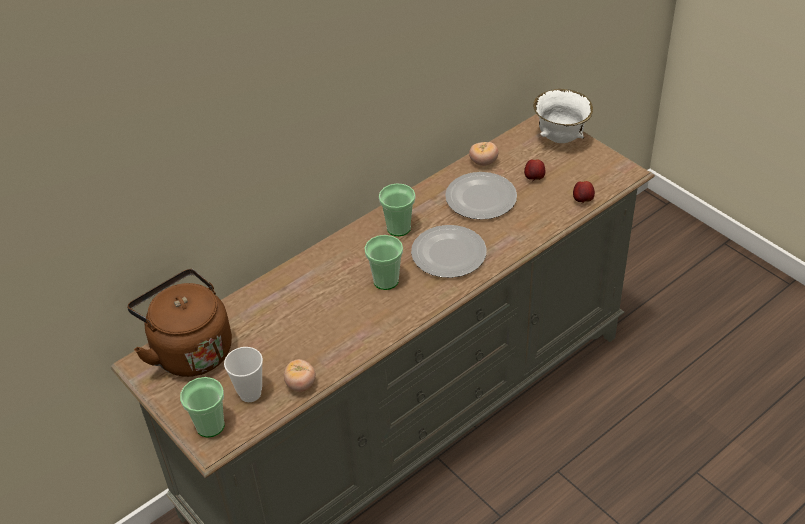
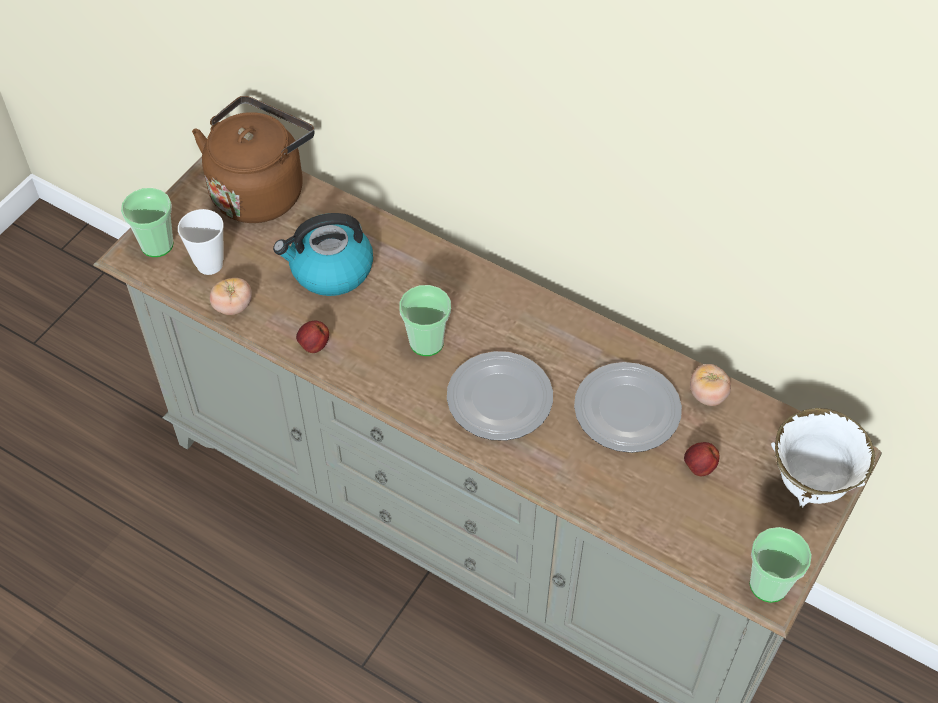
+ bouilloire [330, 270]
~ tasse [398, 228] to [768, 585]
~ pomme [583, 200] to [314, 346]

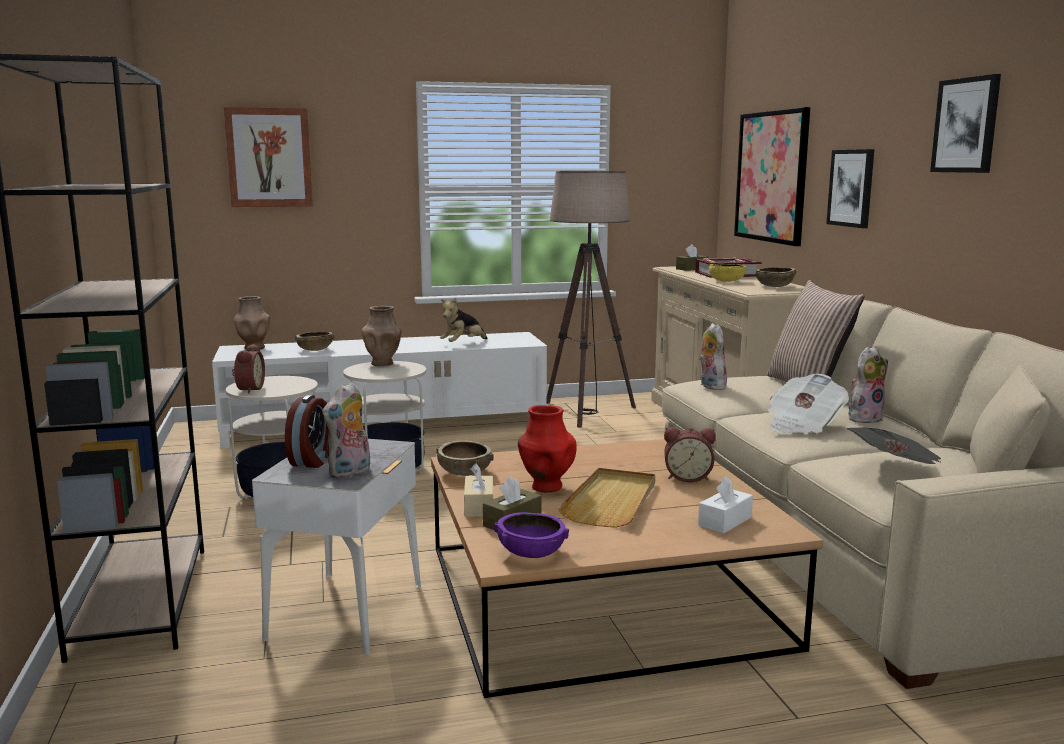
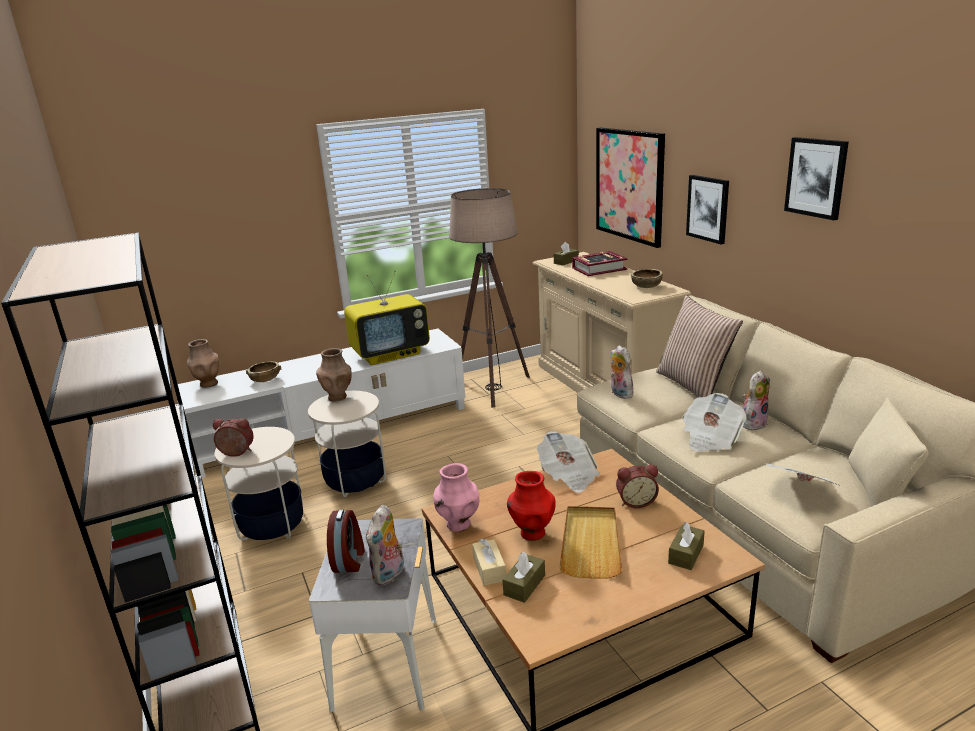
- tableau [269, 158]
- bol [violet] [531, 553]
- bol [jaune] [726, 281]
+ journal [568, 475]
~ bol [marron] [464, 472] to vase [rose] [458, 525]
~ peluche [463, 344] to téléviseur [391, 354]
~ boîte à mouchoirs [blanc] [725, 521] to boîte à mouchoirs [marron] [686, 554]
~ réveil [248, 389] = [236, 453] 75 degrees counterclockwise

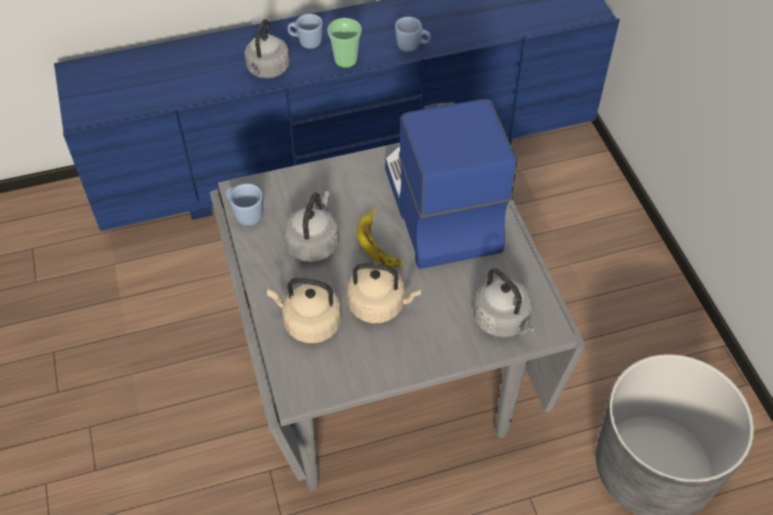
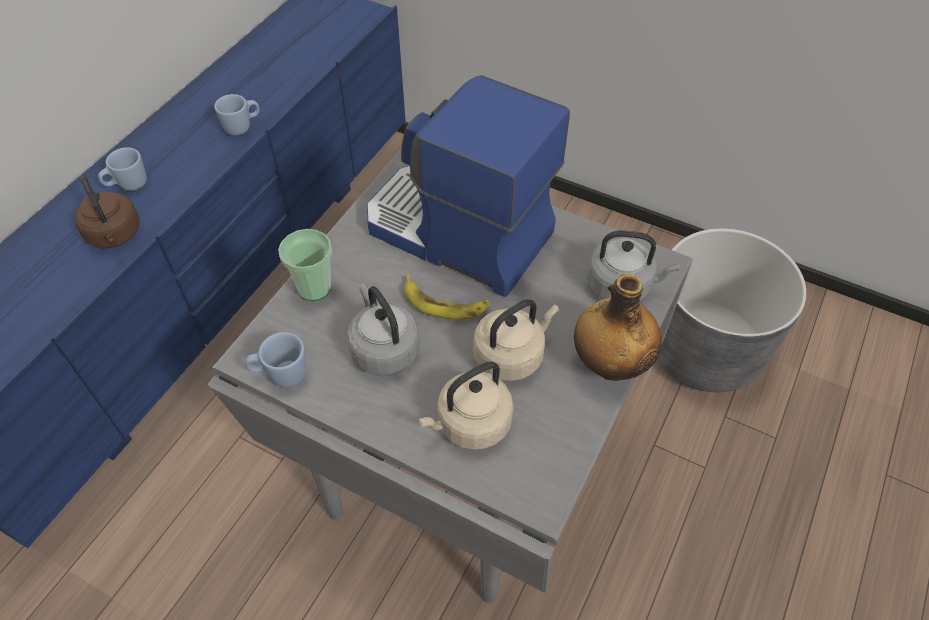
+ bouteille [610, 364]
~ tasse [345, 60] to [314, 288]
~ bouilloire [gris] [267, 70] to bouilloire [marron] [115, 235]

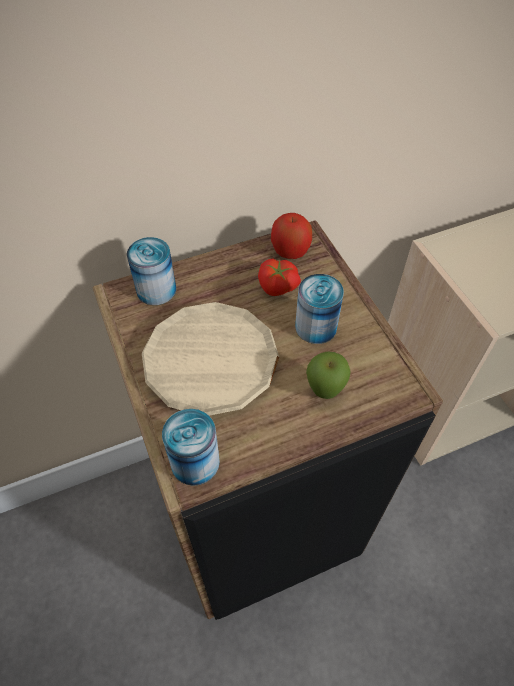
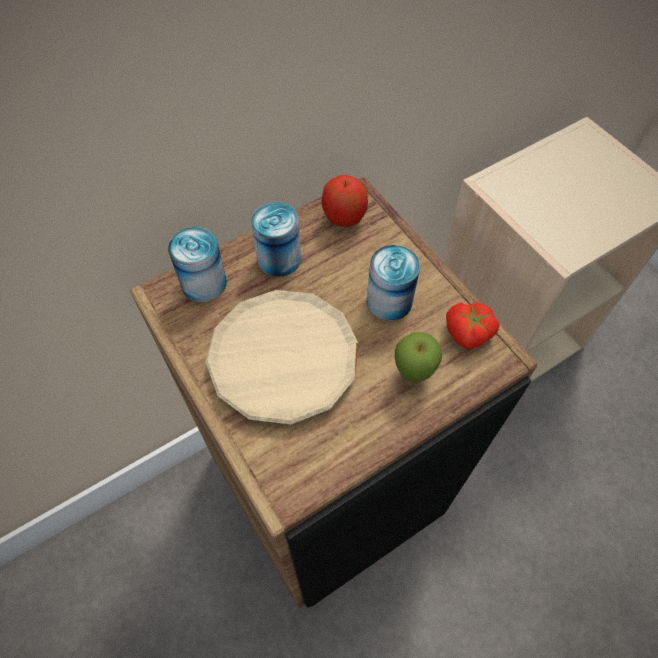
~ boîte métallique [195, 462] to [279, 259]
~ tomate [277, 287] to [468, 334]

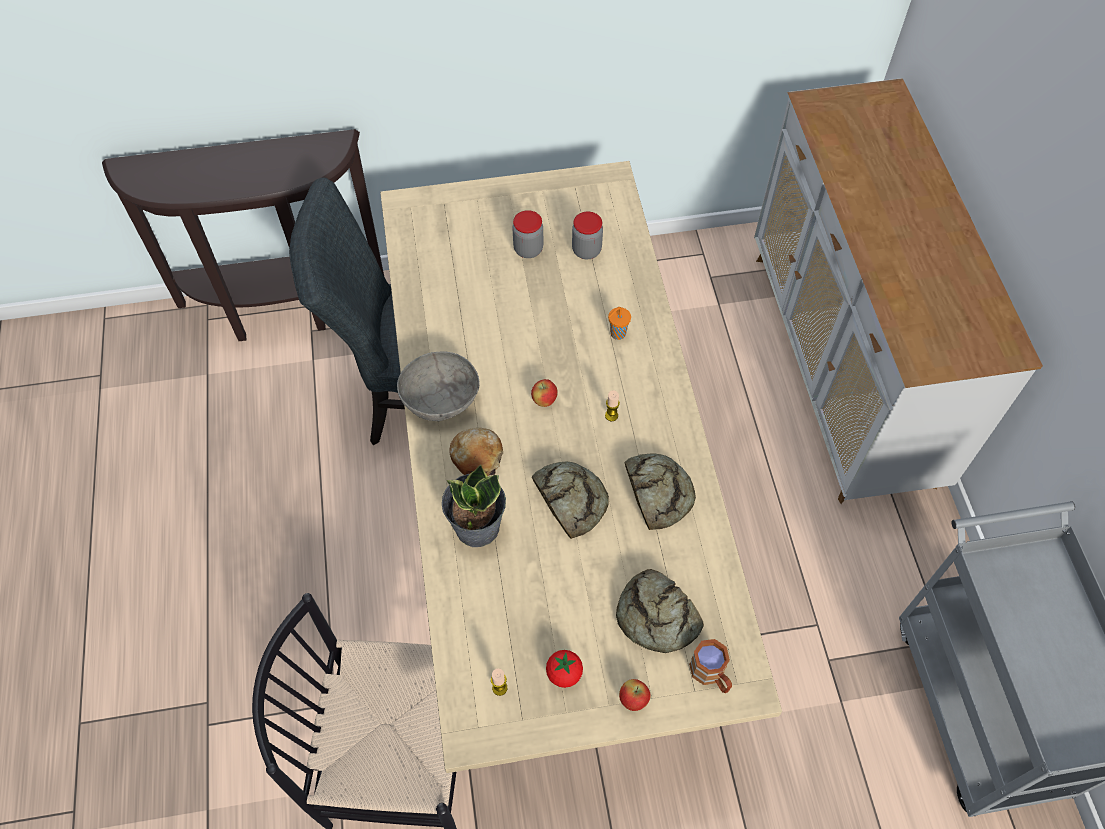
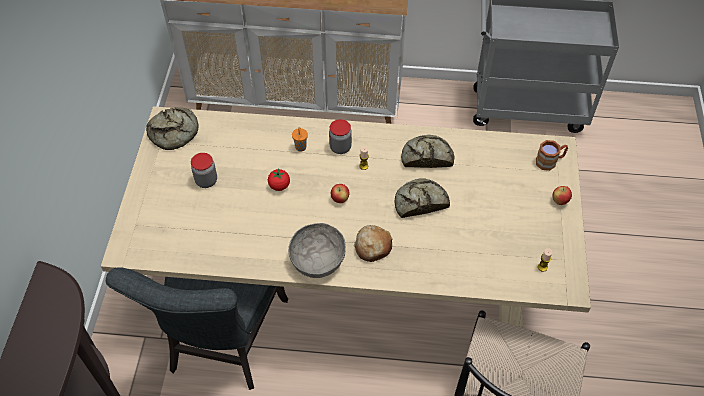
- plante en pot [476, 526]
~ tomate [564, 673] to [279, 186]
~ bocal [586, 250] to [340, 147]
~ pain [656, 617] to [175, 133]

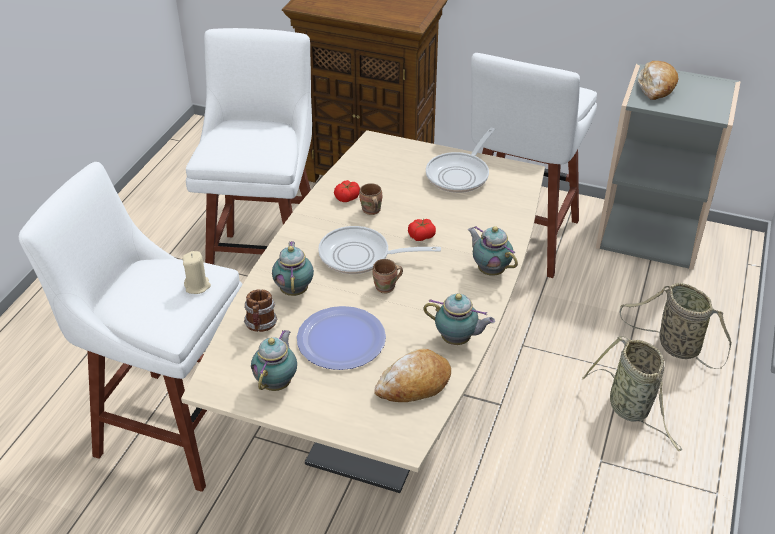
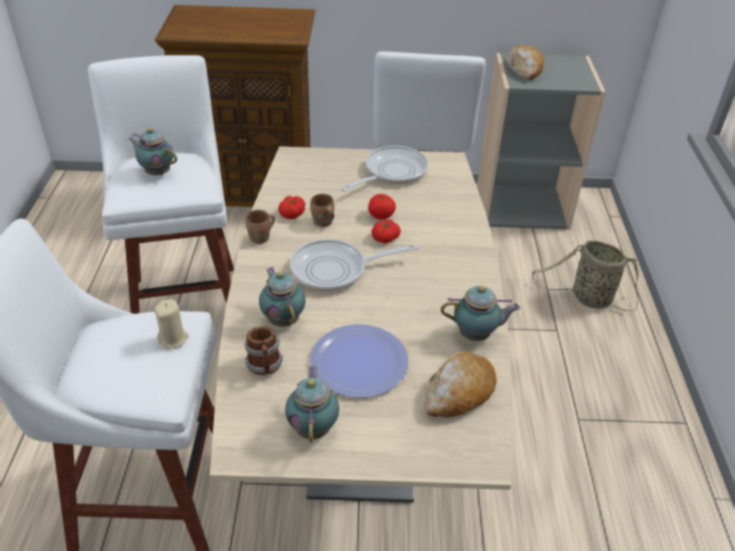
- panier [631, 409]
+ tomate [381, 216]
~ mug [marron] [386, 288] to [261, 238]
~ théière [490, 270] to [157, 172]
~ poêle [460, 174] = [391, 172] 150 degrees counterclockwise

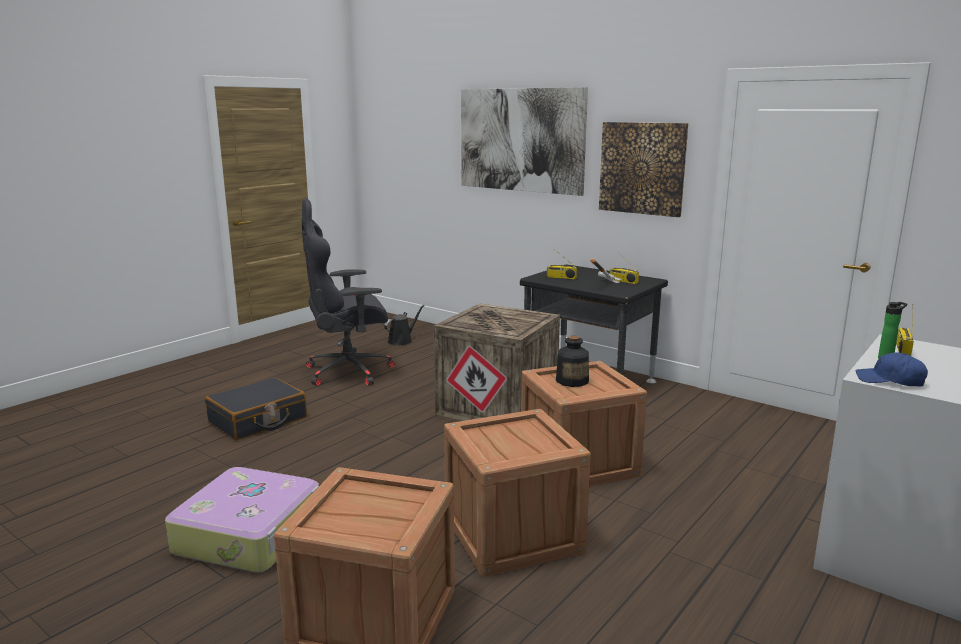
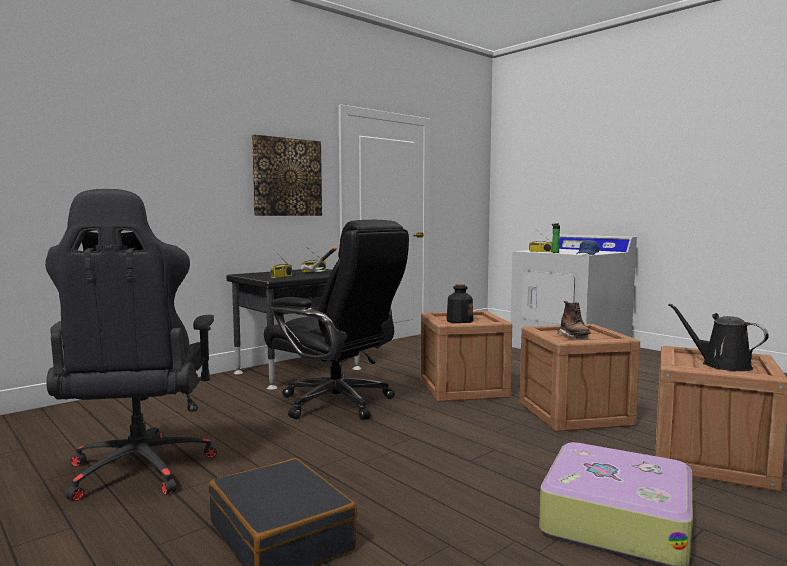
- tableau [521, 140]
+ botte [marron] [574, 337]
~ arrosoir [noir] [402, 341] to [721, 365]
~ caisse [495, 407] to chaise de bureau [noir] [336, 403]

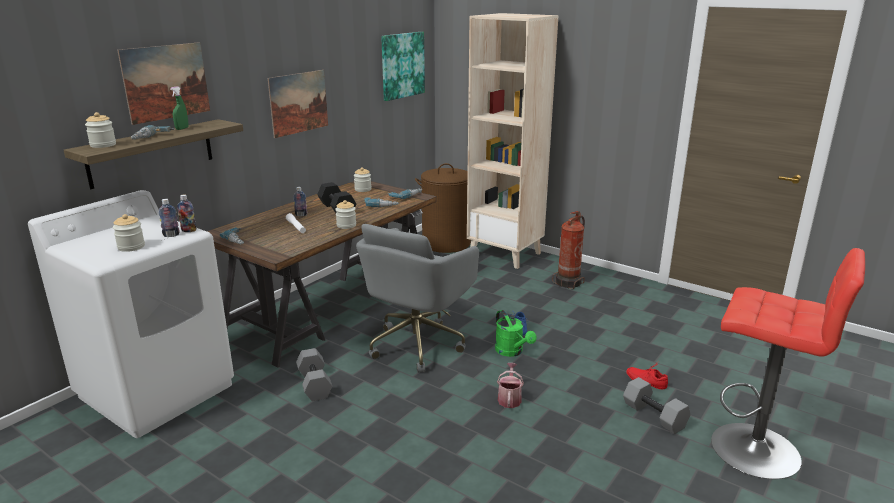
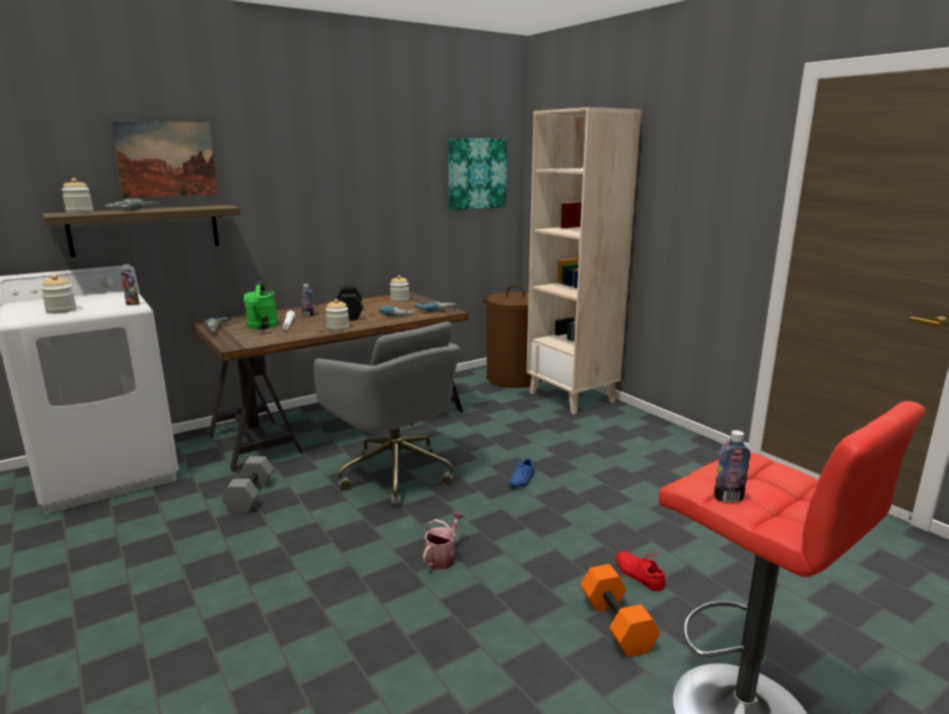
- vaporisateur [vert] [182, 128]
- tableau [298, 103]
- extincteur [569, 282]
~ bouteille [171, 235] to [728, 498]
~ arrosoir [vert] [512, 352] to [262, 327]
~ haltère [gris] [655, 415] to haltère [orange] [618, 624]
~ chaise de bureau [gris] [418, 344] = [393, 475] 90 degrees counterclockwise

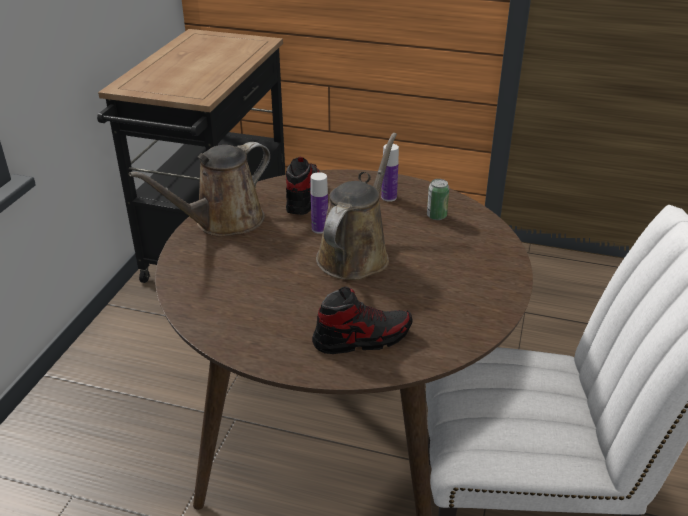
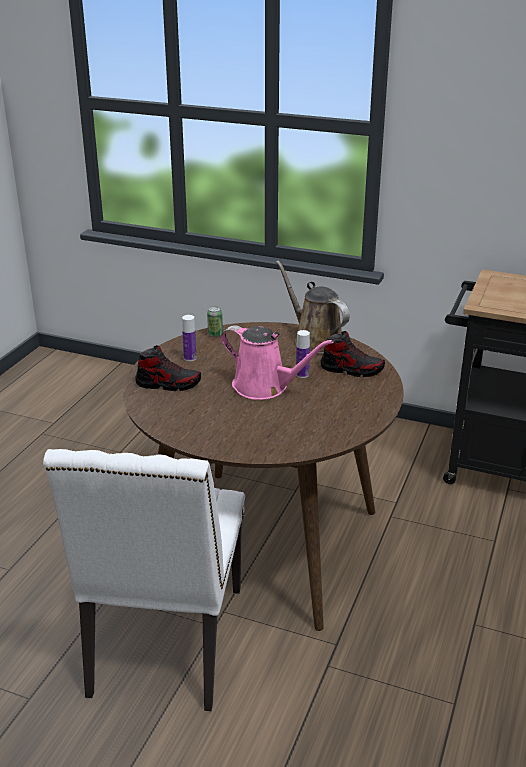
~ bouteille [389, 197] to [190, 358]
~ boîte métallique [436, 216] to [215, 334]
~ arrosoir [marron] [356, 254] to arrosoir [rose] [265, 387]
~ chaussure [362, 338] = [168, 384] 75 degrees counterclockwise

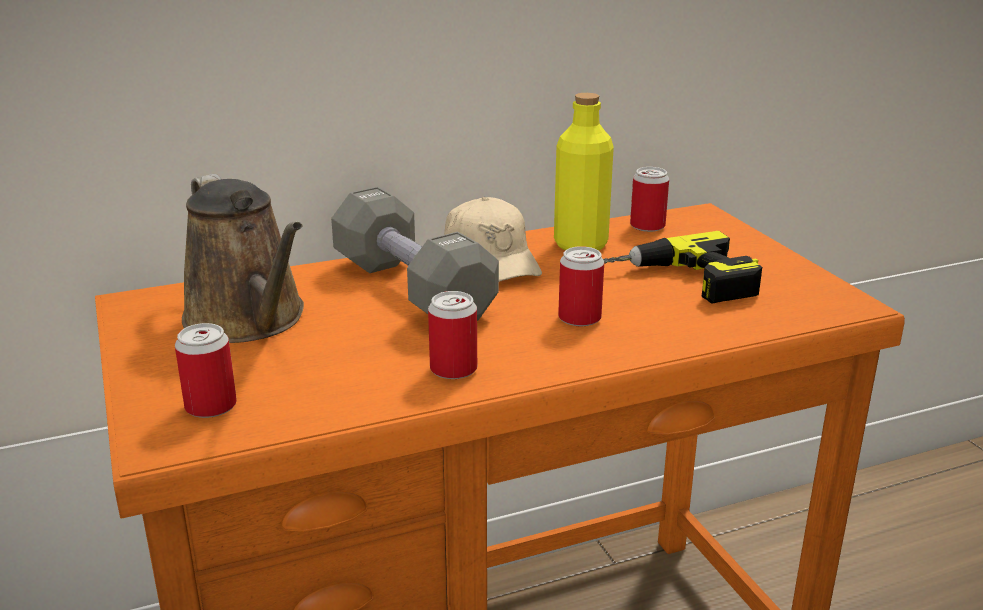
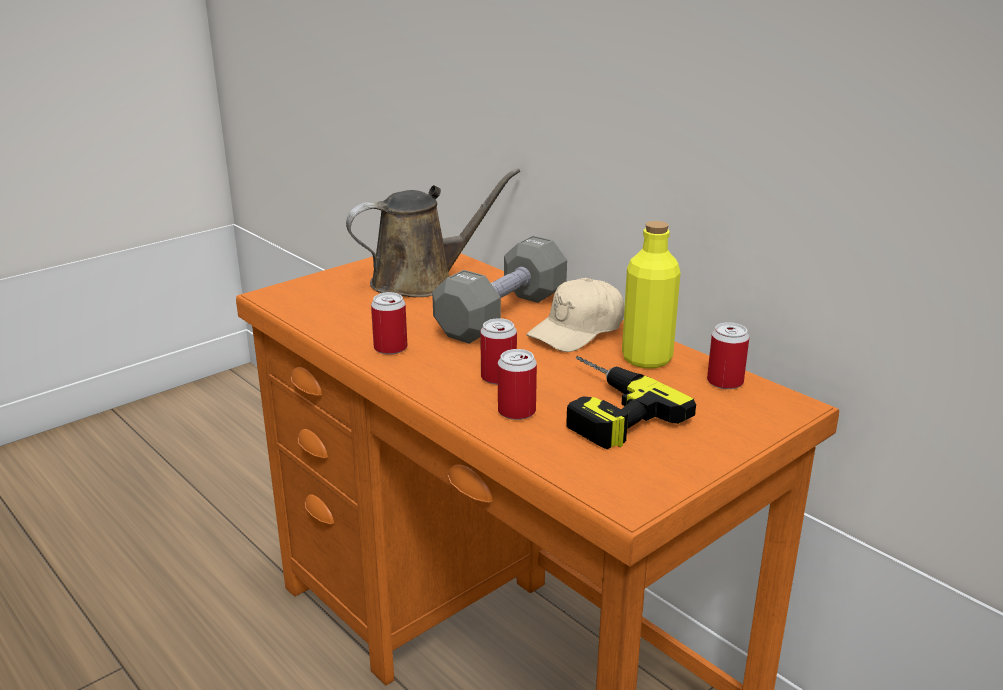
~ boîte métallique [211, 406] to [516, 411]
~ arrosoir [marron] [249, 320] = [421, 281] 150 degrees counterclockwise

